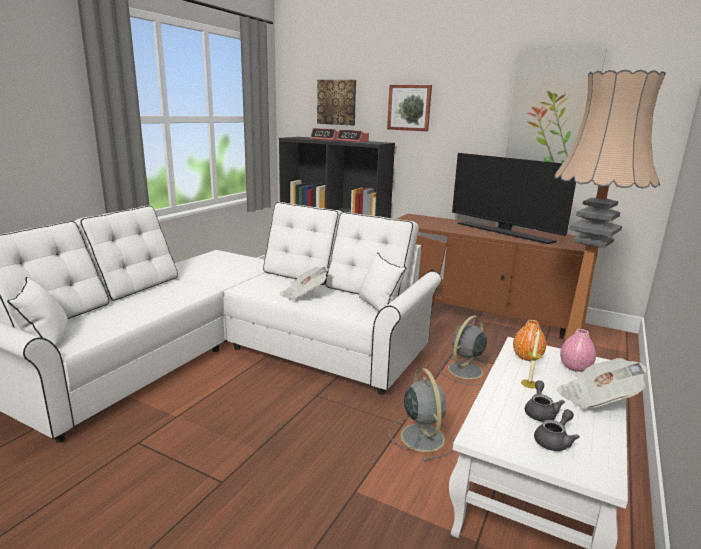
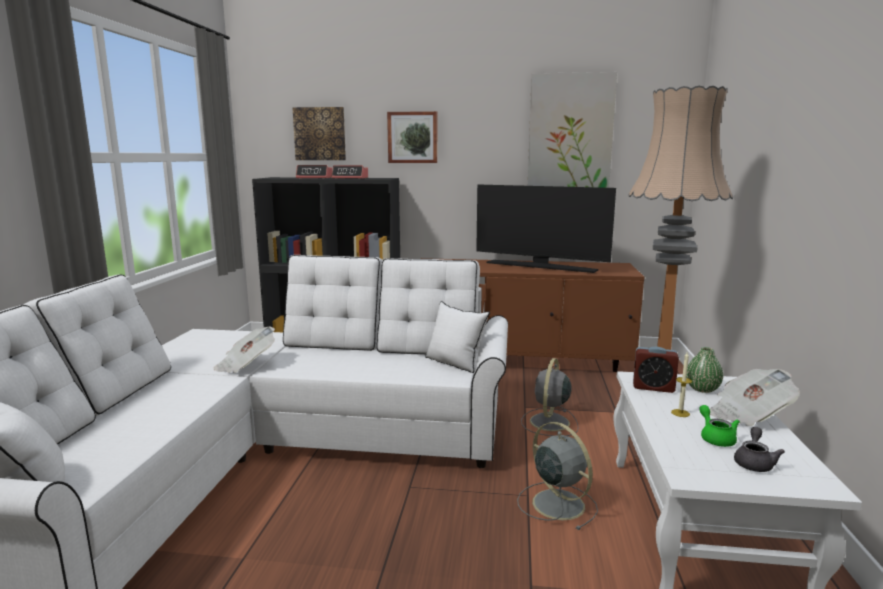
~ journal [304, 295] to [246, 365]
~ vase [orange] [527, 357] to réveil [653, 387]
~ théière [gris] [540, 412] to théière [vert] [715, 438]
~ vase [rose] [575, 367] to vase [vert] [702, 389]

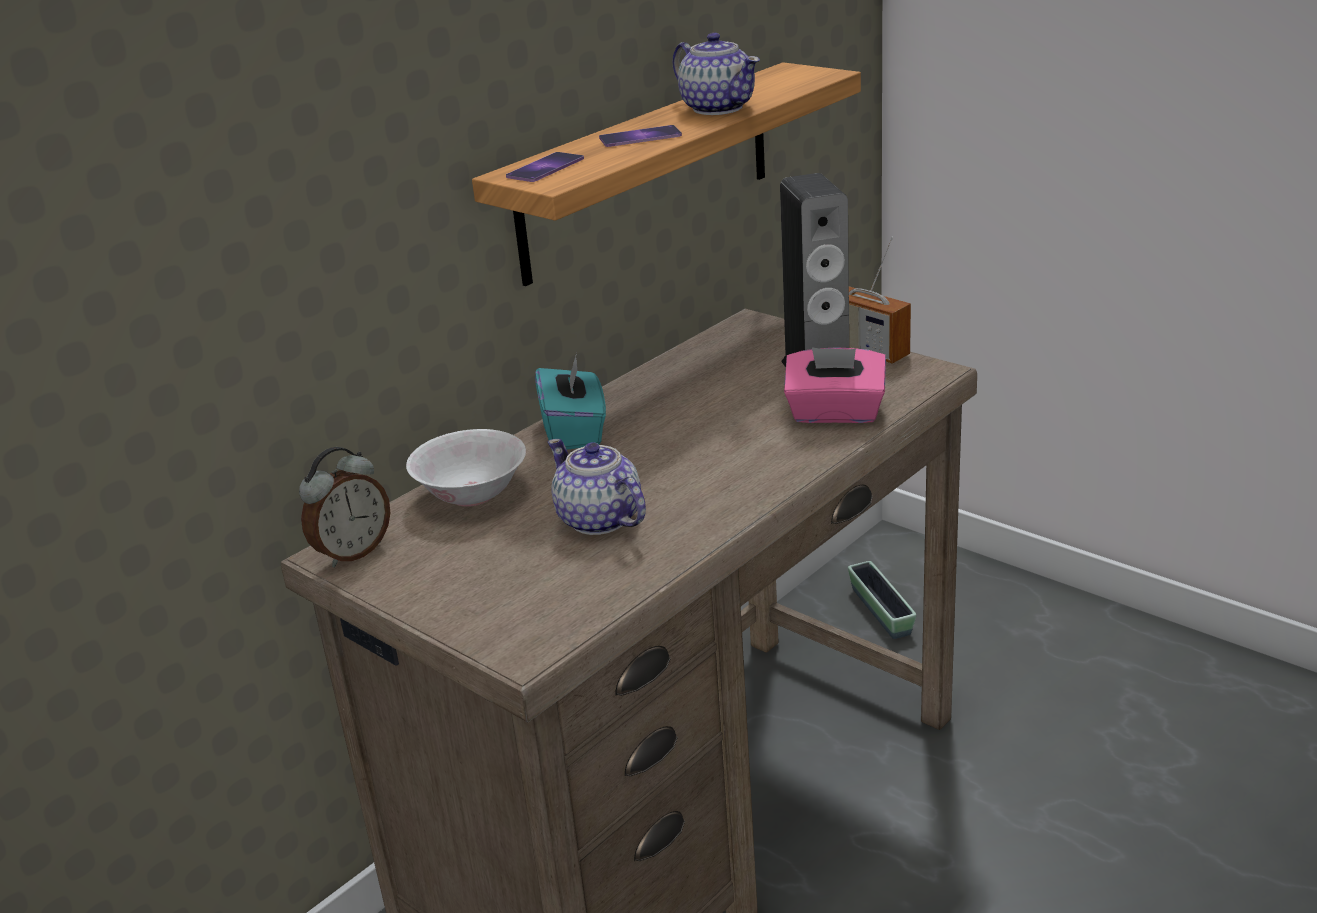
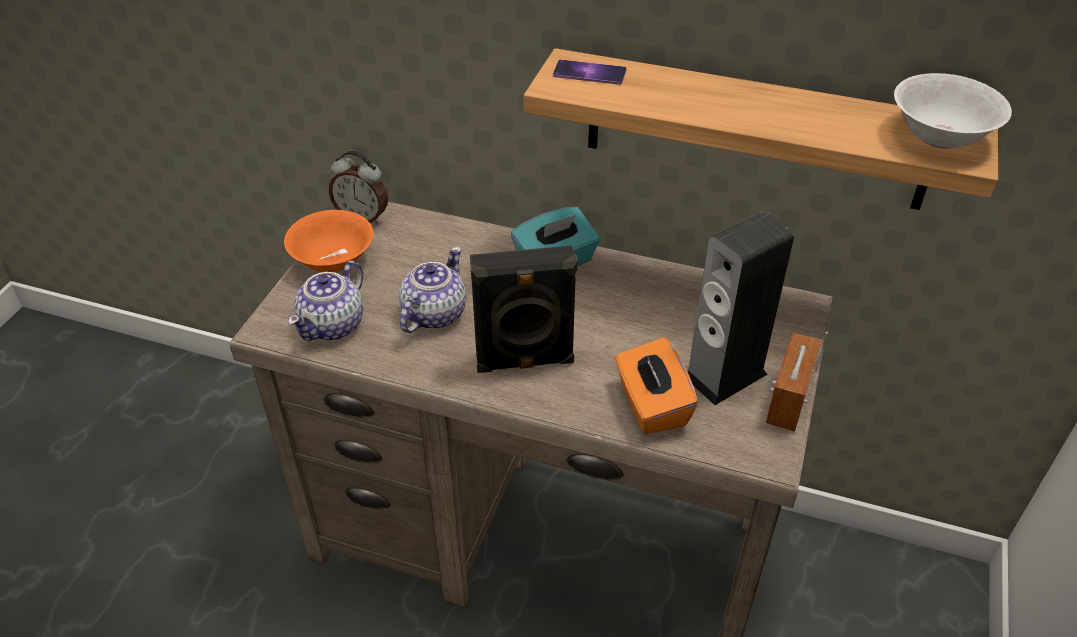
- téléphone [640, 137]
- cache-pot [881, 611]
+ bol [orange] [334, 261]
+ enceinte [noir] [525, 362]
~ bol [blanc] [473, 495] to [941, 137]
~ théière [717, 108] to [333, 325]
~ boîte à mouchoirs [rose] [835, 413] to boîte à mouchoirs [orange] [651, 405]

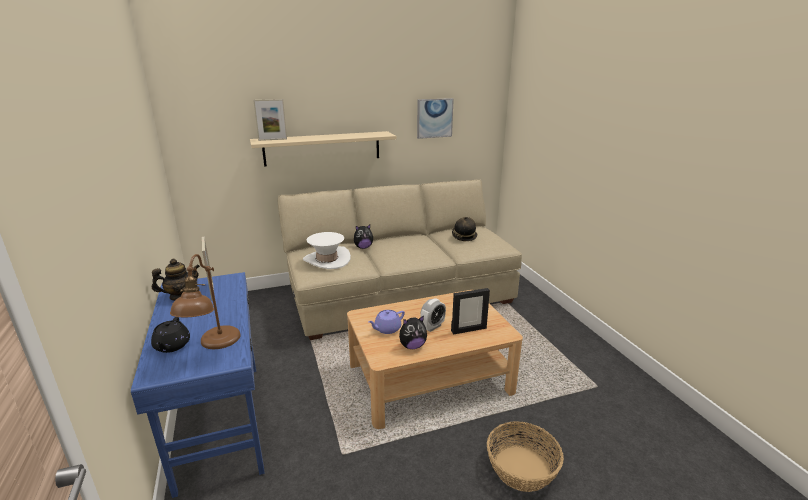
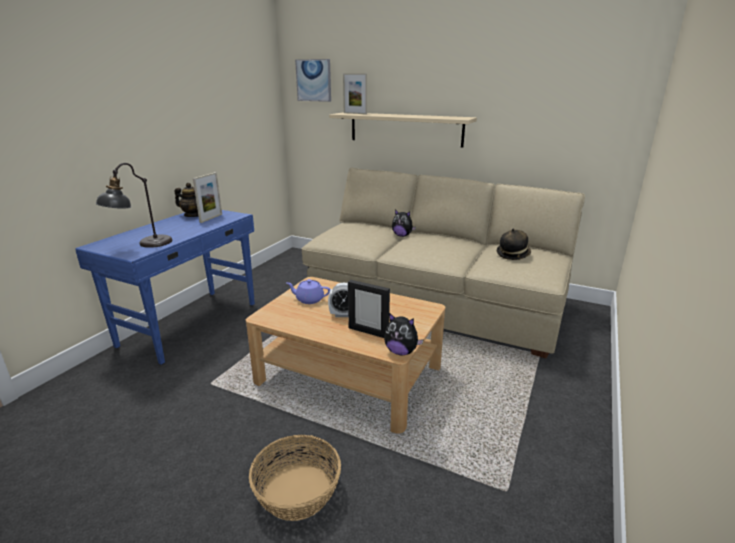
- théière [noir] [172, 346]
- chapeau [blanc] [327, 260]
~ peluche [412, 346] to [401, 352]
~ tableau [434, 118] to [314, 80]
~ lampe de table [marron] [213, 348] to lampe de table [gris] [141, 245]

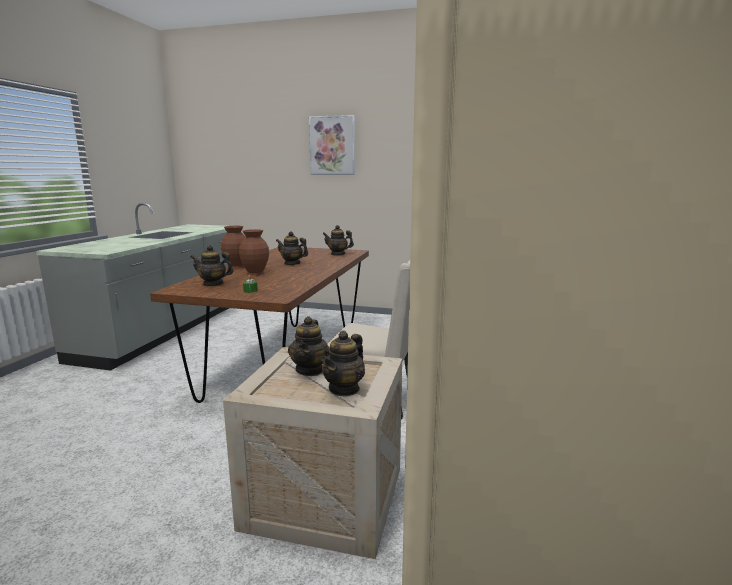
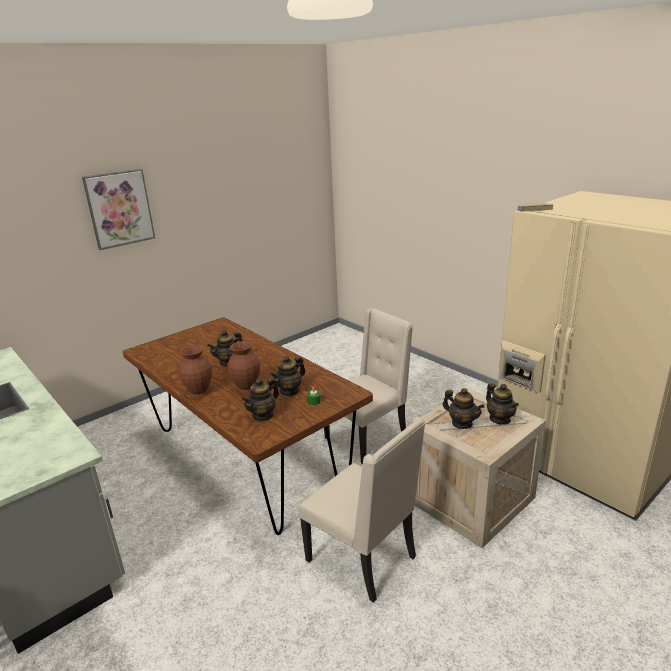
+ chaise [beige] [364, 559]
~ théière [338, 254] to [289, 391]

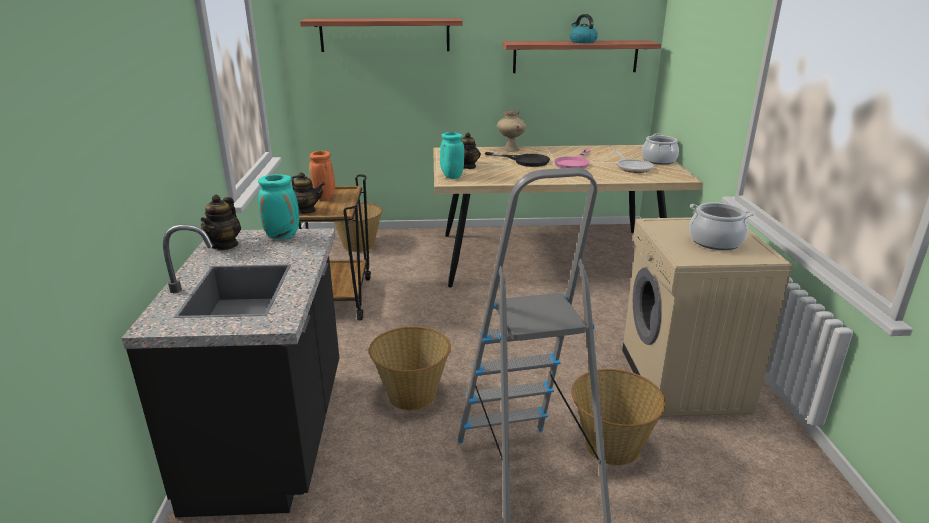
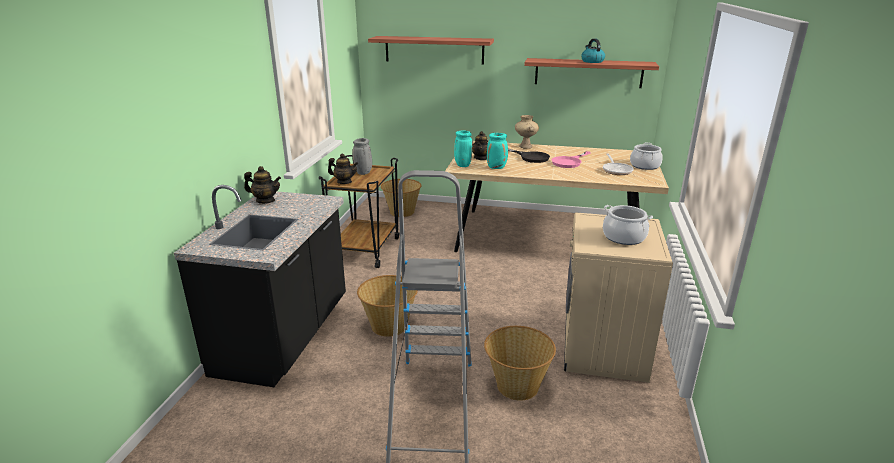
~ vase [turquoise] [283, 236] to [497, 167]
~ vase [orange] [324, 197] to vase [gris] [363, 173]
~ théière [225, 245] = [265, 201] 105 degrees counterclockwise

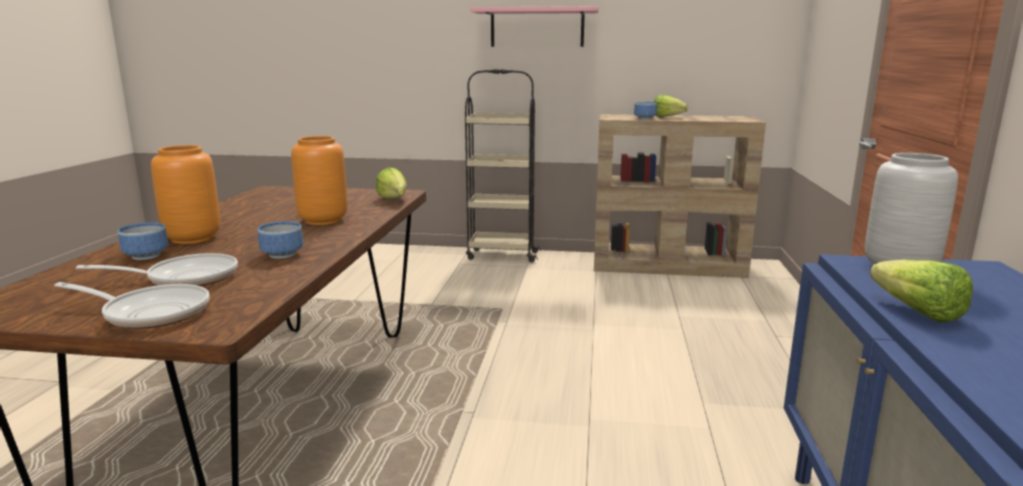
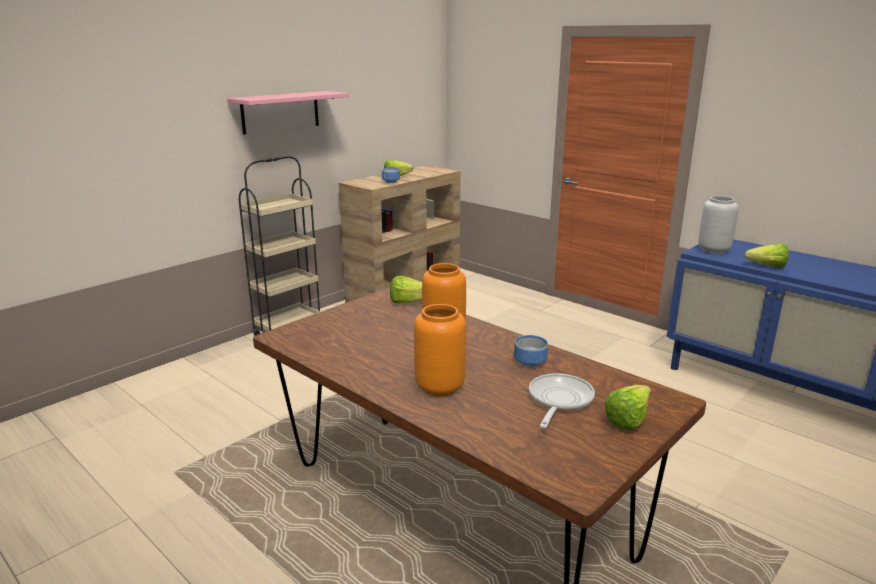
- bol [145, 255]
~ poêle [151, 313] to laitue [631, 418]

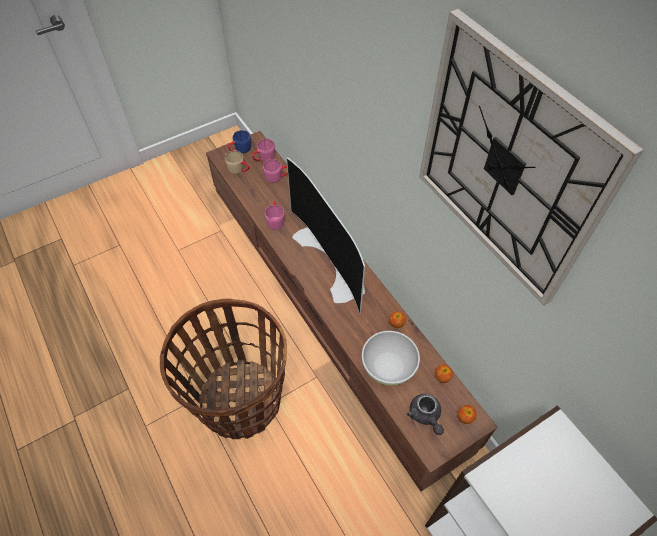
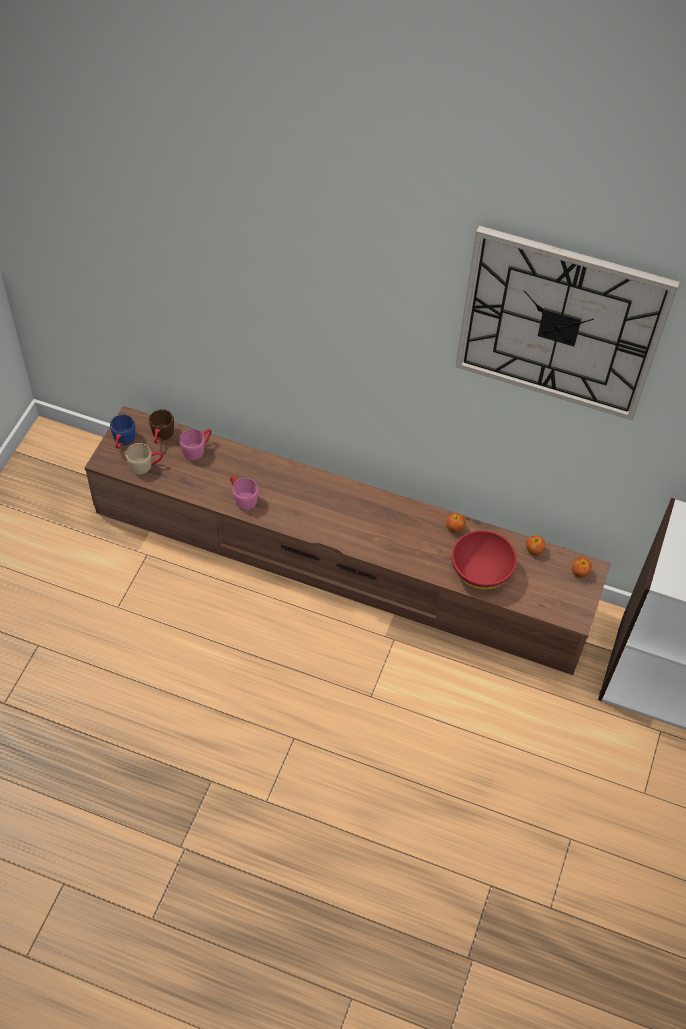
- panier [239, 400]
- téléviseur [332, 260]
- théière [gris] [425, 416]
~ mug [rose] [264, 158] to mug [marron] [161, 436]
~ bol [blanc] [388, 366] to bol [rouge] [480, 571]

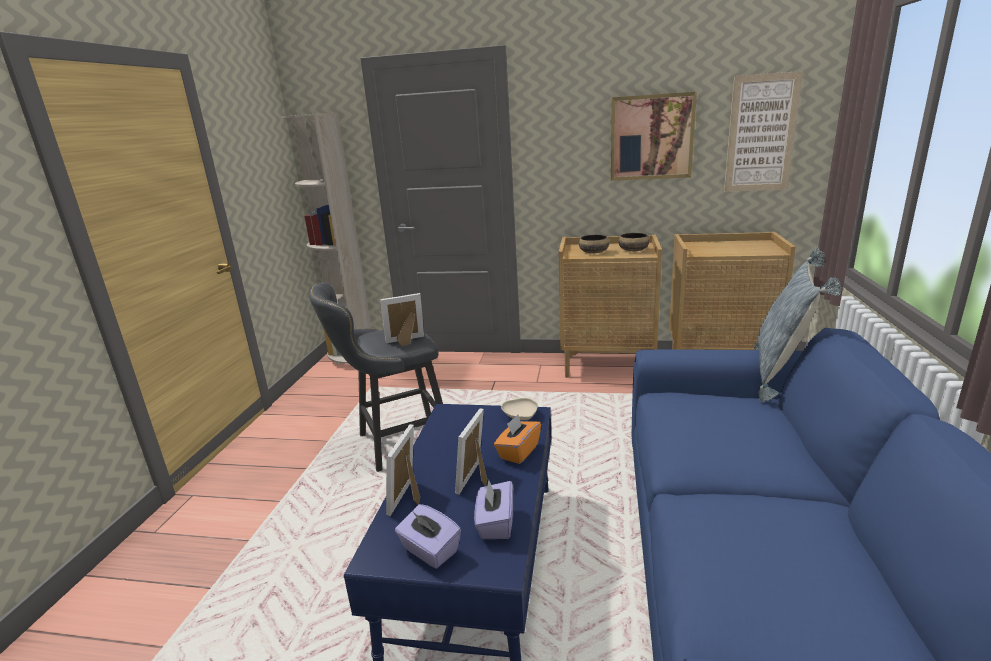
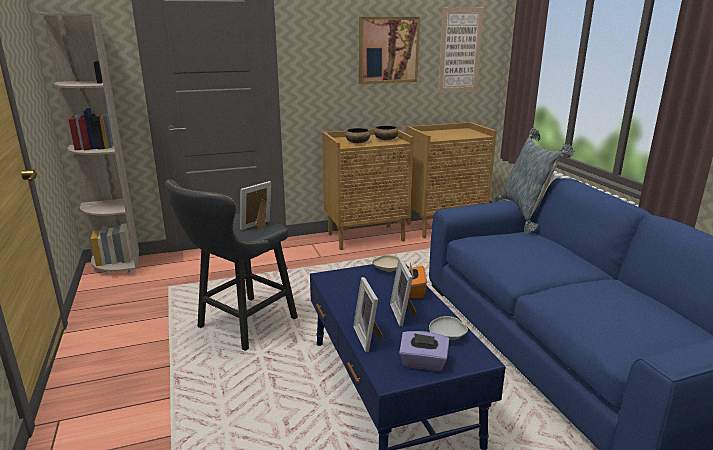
~ boîte à mouchoirs [violet] [495, 523] to bol [blanc] [447, 336]

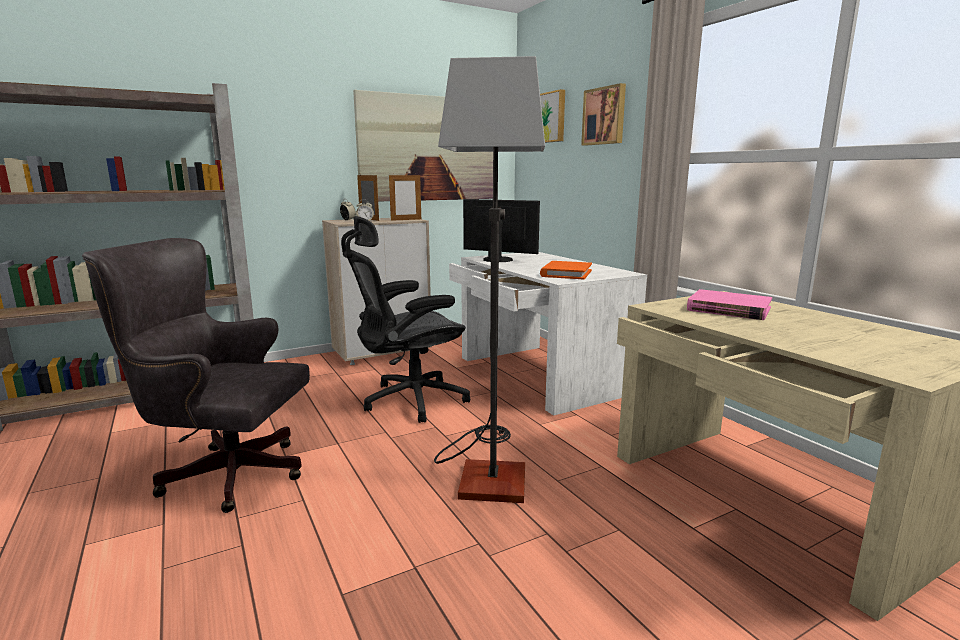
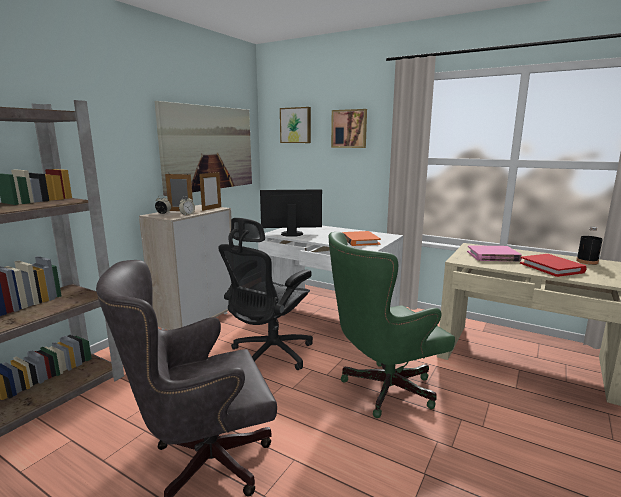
+ livre [rouge] [552, 267]
+ bouteille [noir] [587, 261]
~ lampadaire [488, 471] to chaise de bureau [vert] [383, 391]

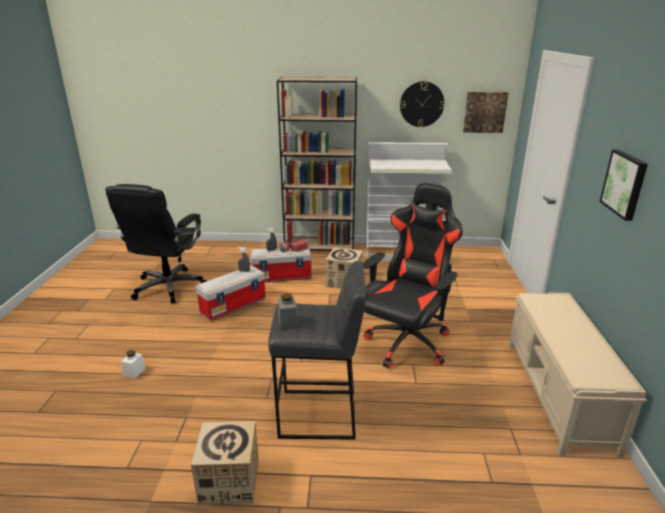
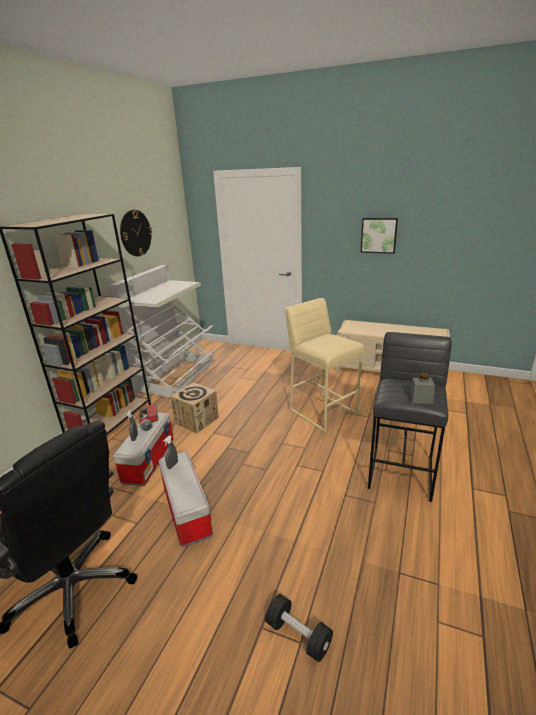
- carton [229, 481]
- tableau [484, 112]
~ bocal [blanc] [134, 372] to haltère [noir] [298, 635]
~ chaise de bureau [noir] [404, 347] to tabouret [beige] [322, 411]

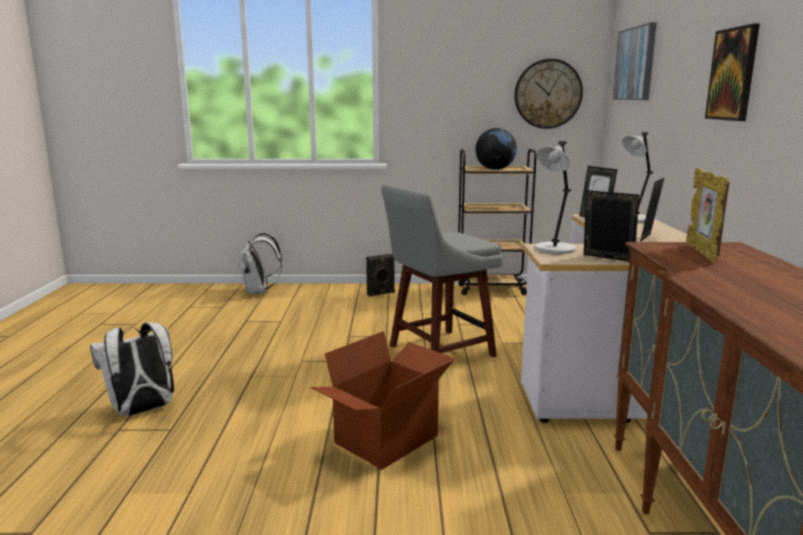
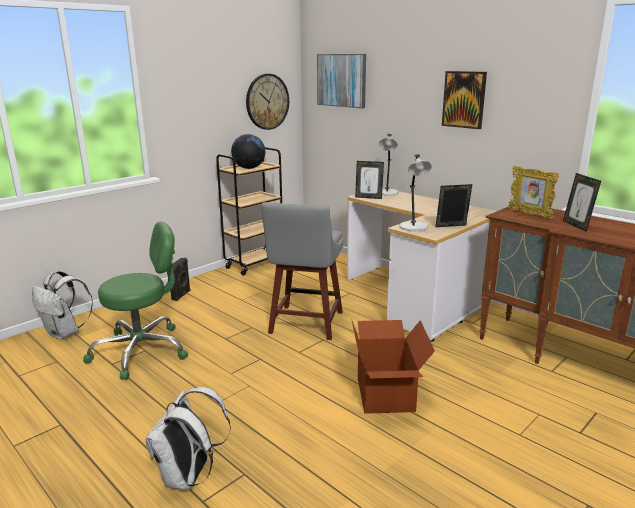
+ chaise de bureau [vert] [145, 350]
~ cadre photo [649, 238] to [577, 226]

